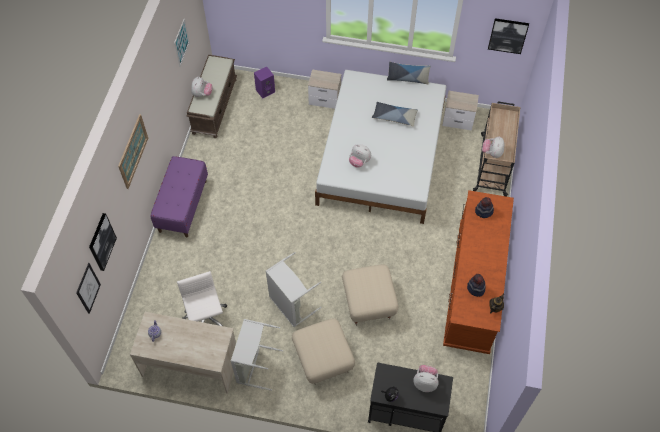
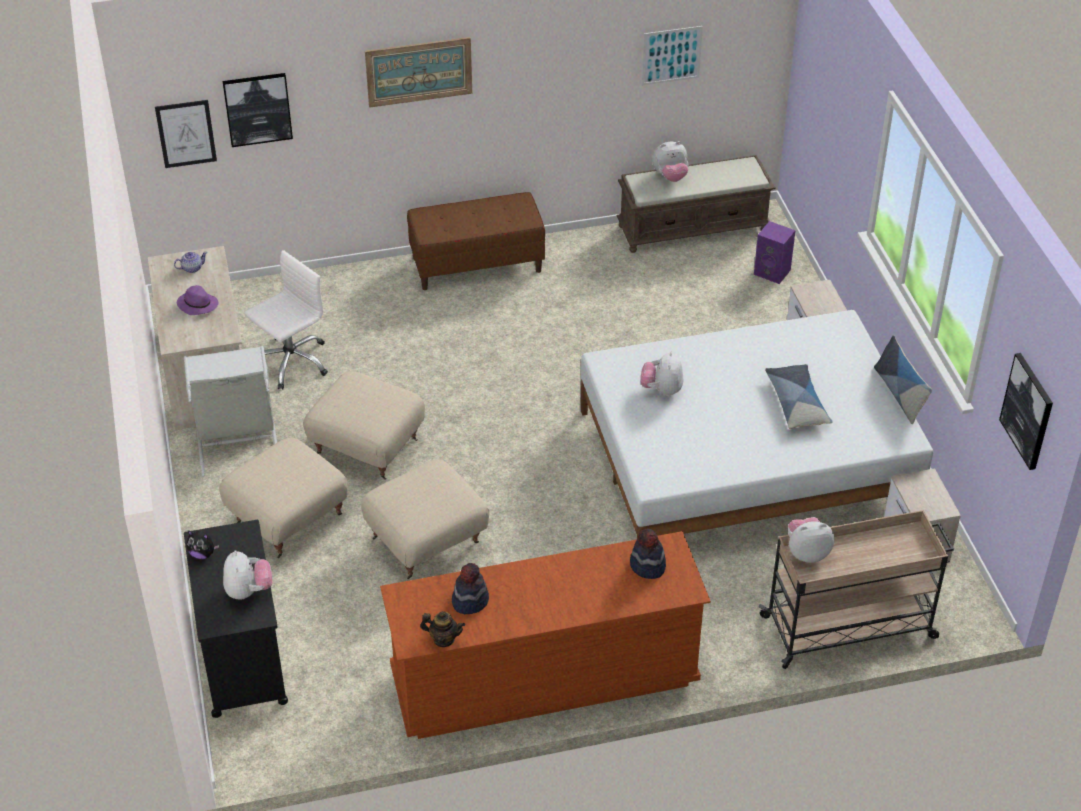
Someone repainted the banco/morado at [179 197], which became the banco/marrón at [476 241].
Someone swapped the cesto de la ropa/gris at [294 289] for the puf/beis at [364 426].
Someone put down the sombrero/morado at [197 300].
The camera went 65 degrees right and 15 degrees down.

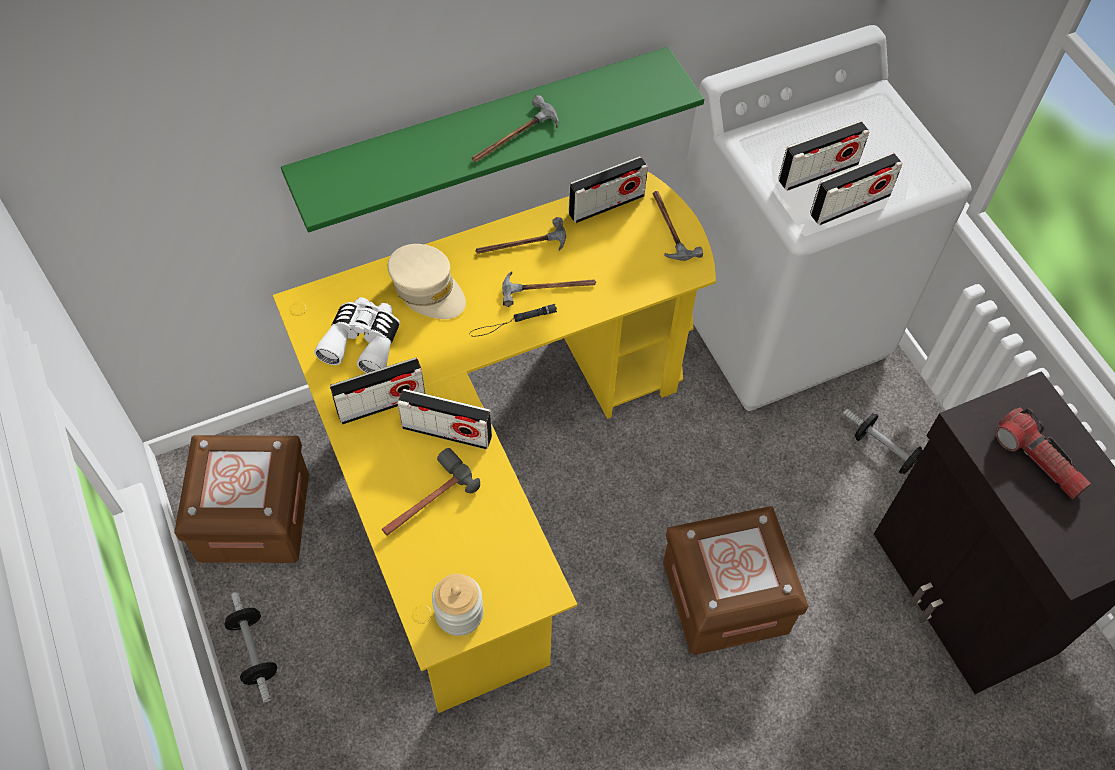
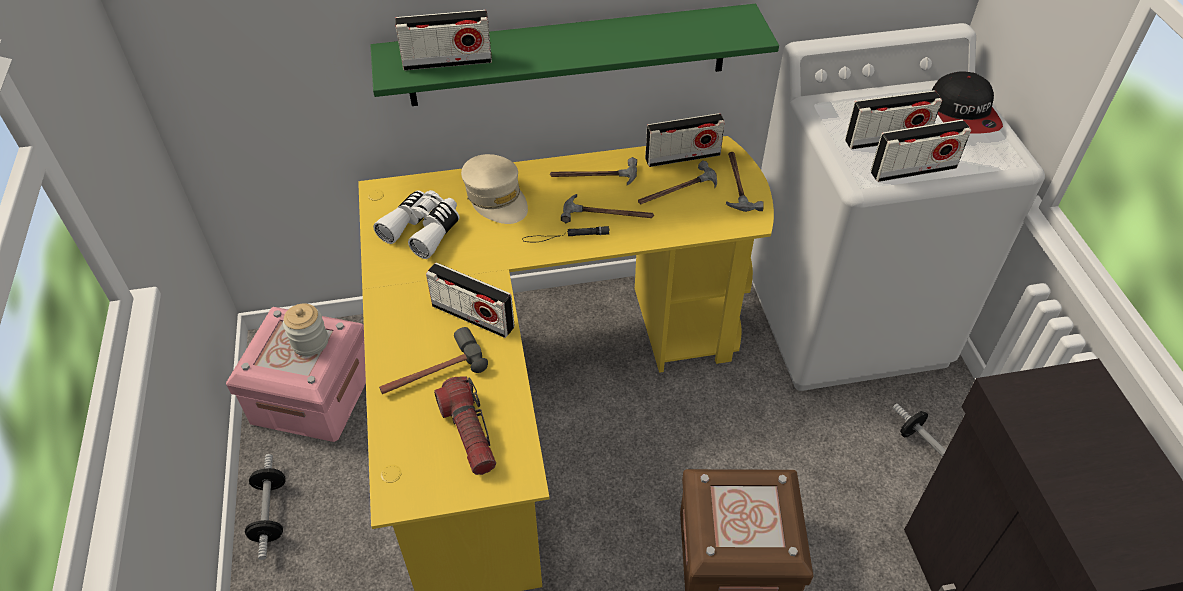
Someone repainted the caja de almacenaje/marrón at [241 499], which became the caja de almacenaje/rosa at [296 374].
Someone carried the radio from [377 391] to [443 40].
Someone carried the tarro from [458 605] to [305 330].
Someone carried the martillo from [515 128] to [677 182].
Someone carried the linterna from [1043 453] to [465 426].
Someone put down the gorra at [967 102].
The camera went 15 degrees right and 10 degrees down.

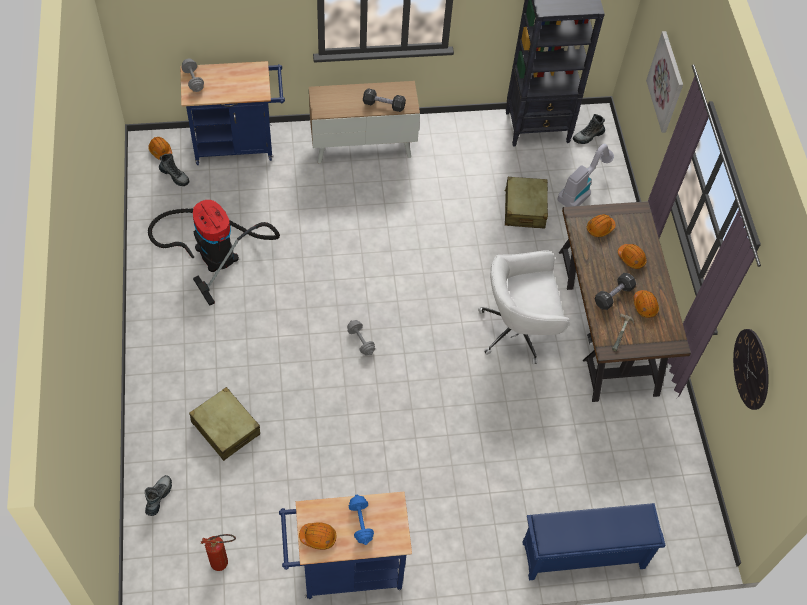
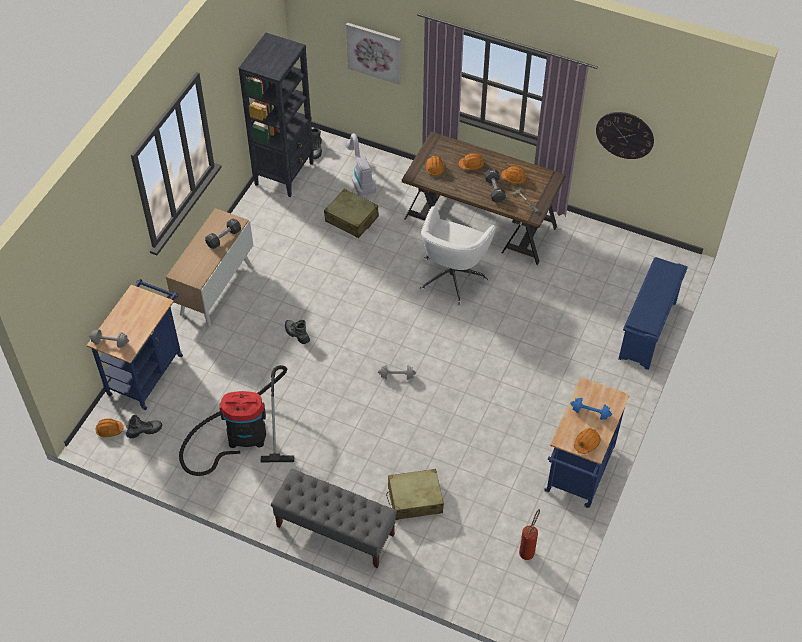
Someone carried the bota from [158 495] to [297 332].
Someone put down the banco/gris at [334 518].
The camera went 55 degrees left and 5 degrees down.

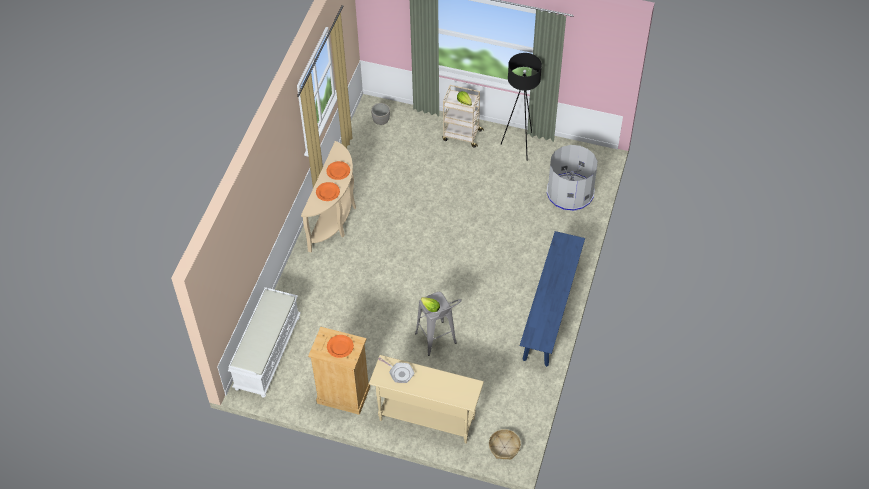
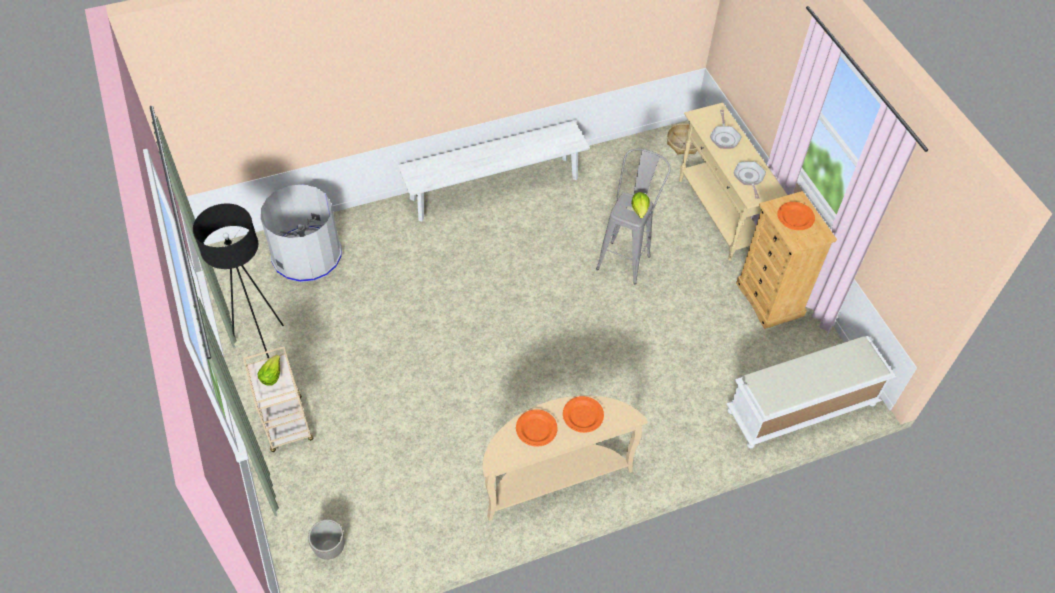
Someone repainted the banco/azul at [552 299], which became the banco/blanco at [494 170].
Someone put down the sartén at [726 129].
The camera went 130 degrees left and 0 degrees up.

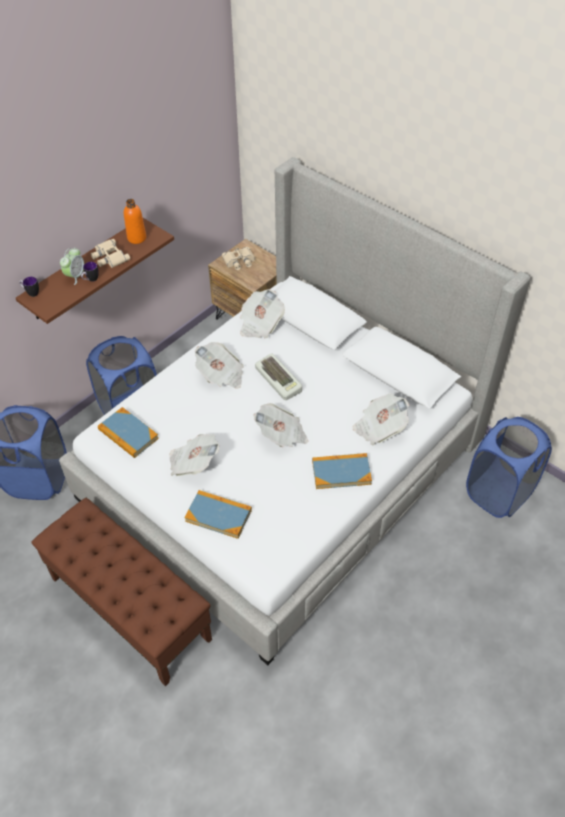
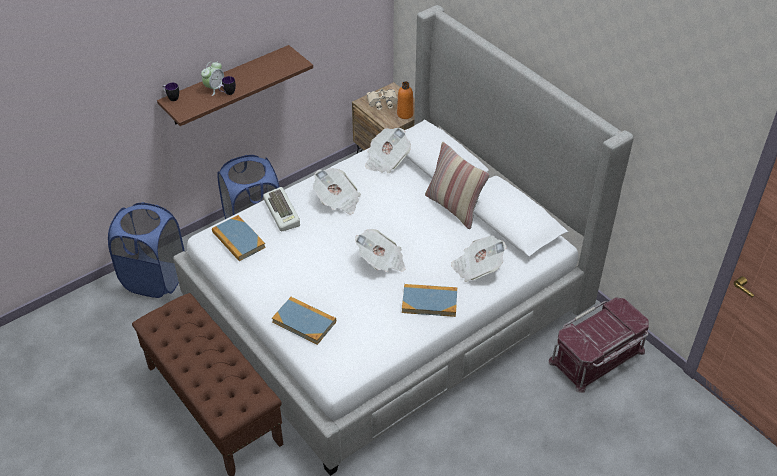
Someone took away the prismáticos/beis at [110 253].
Someone carried the botella/naranja from [135 221] to [405 100].
Someone took away the periódico at [194 455].
Someone carried the teclado from [278 376] to [281 209].
Someone swapped the cesto de la ropa/azul at [509 467] for the caja de almacenaje/rojo at [599 345].
Someone put down the cojín at [457 185].
The camera went 10 degrees right and 5 degrees down.

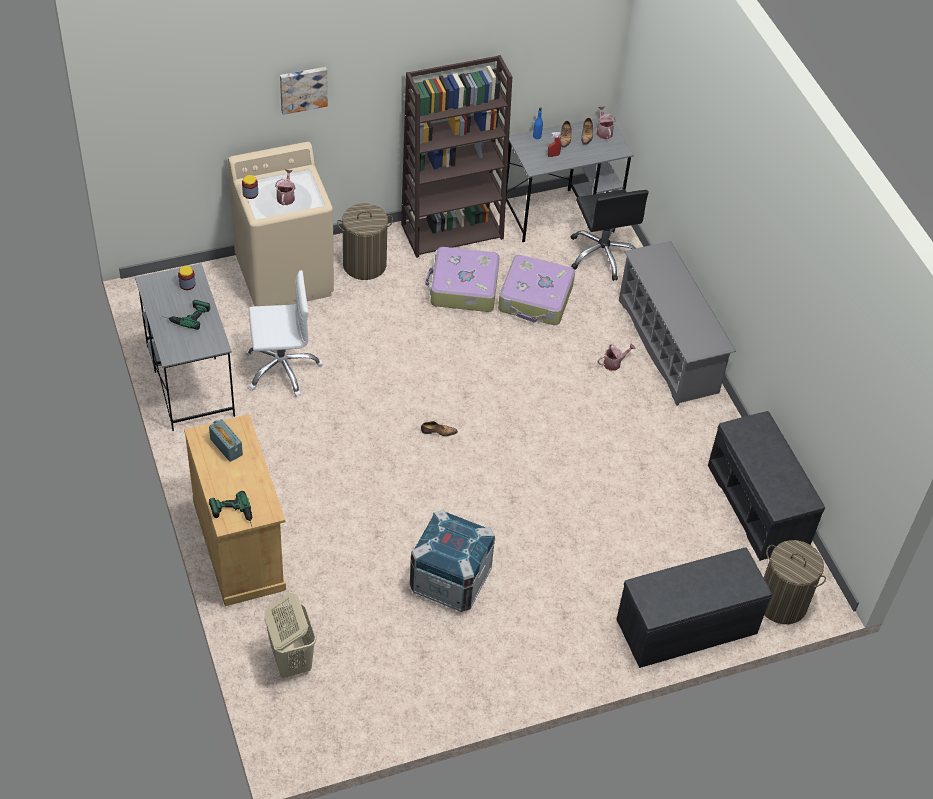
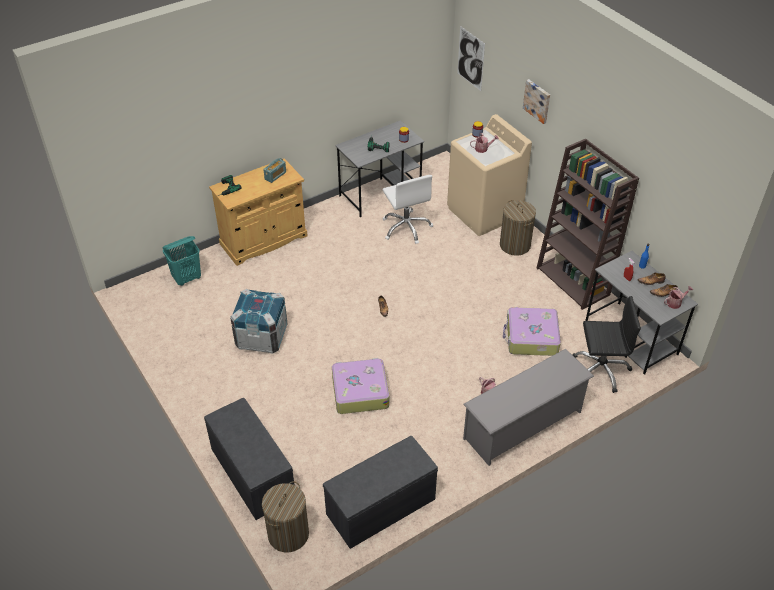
Someone repainted the cesto de la ropa/beis at [290 635], which became the cesto de la ropa/turquesa at [181 261].
Someone carried the maleta from [462 279] to [360 386].
Someone rotated the silla de oficina/negro at [610 235] by 150 degrees counterclockwise.
Someone put up the cuadro at [471 58].
The camera went 80 degrees right and 5 degrees down.

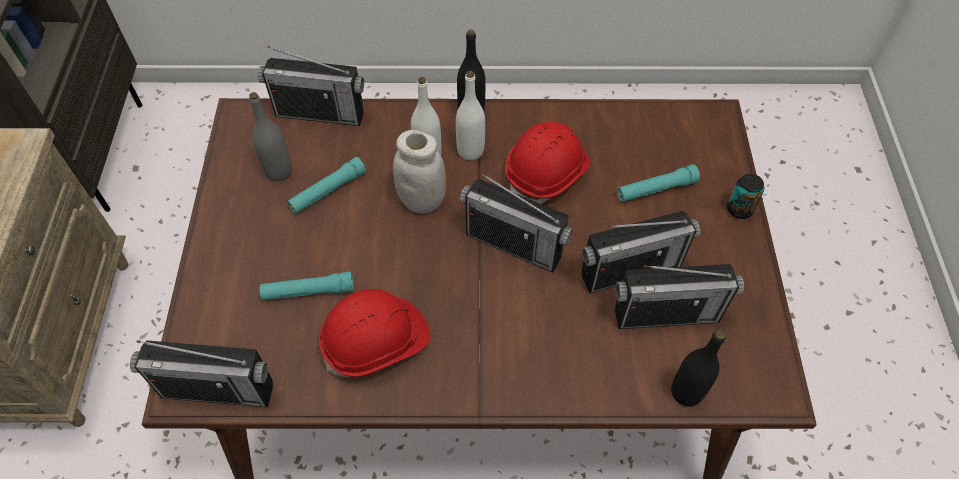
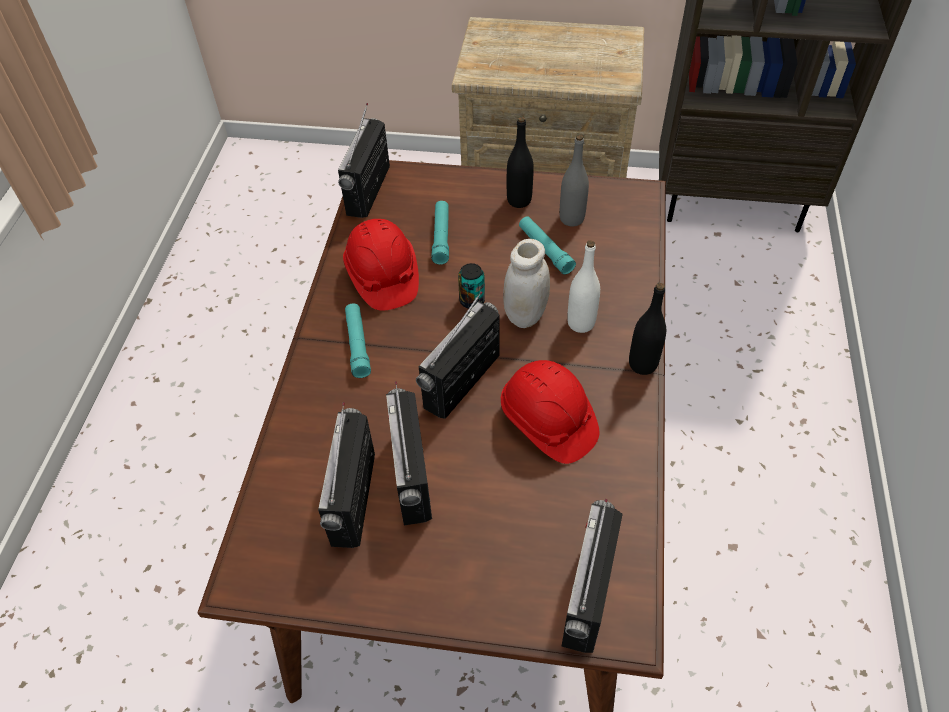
Someone carried the radio from [311 86] to [591 576].
Someone took away the botella/blanco at [470 115].
Someone carried the linterna/turquesa from [658 183] to [358 340].
Someone carried the botella/negro from [698 368] to [520 162].
Someone carried the lata from [745 196] to [471 286].
The camera went 100 degrees right and 5 degrees down.

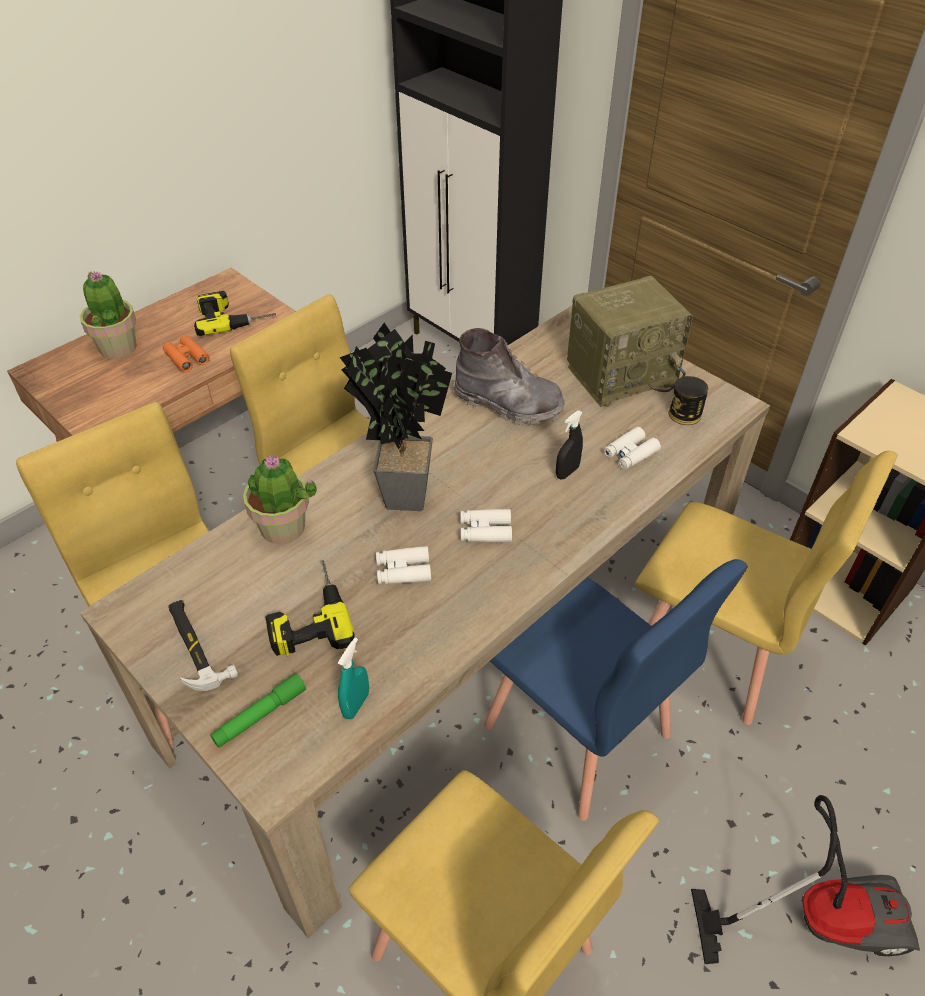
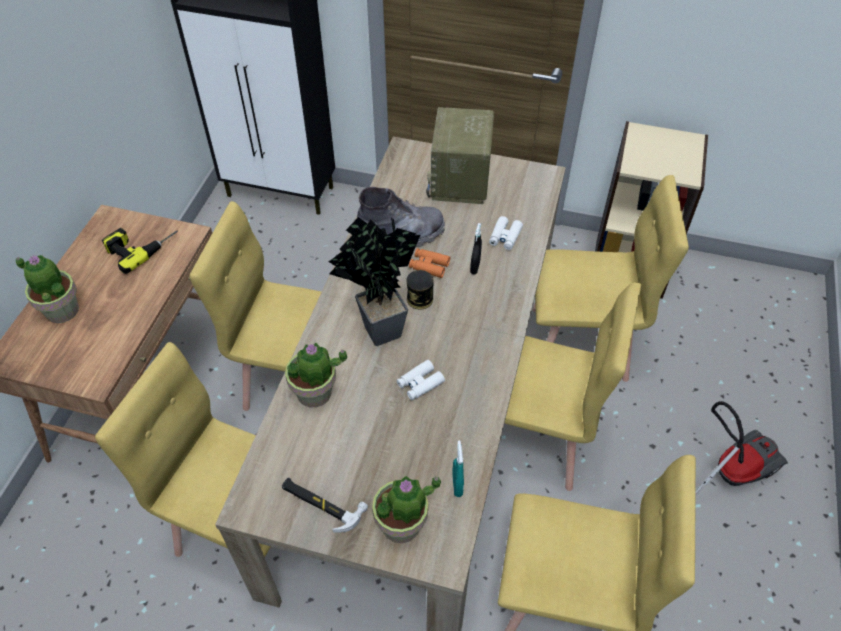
Someone carried the prismáticos/naranja from [186 354] to [429 263].
Someone swapped the linterna/verde at [258 710] for the planta en maceta at [406 509].
Someone took away the taladro at [310 608].
Someone took away the prismáticos/blanco at [486 525].
Someone repainted the silla/azul at [615 690], which became the silla/amarillo at [573 386].
Someone rotated the radio at [630 341] by 150 degrees clockwise.
Someone carried the lata from [688 400] to [419 289].
The camera went 30 degrees left and 5 degrees up.

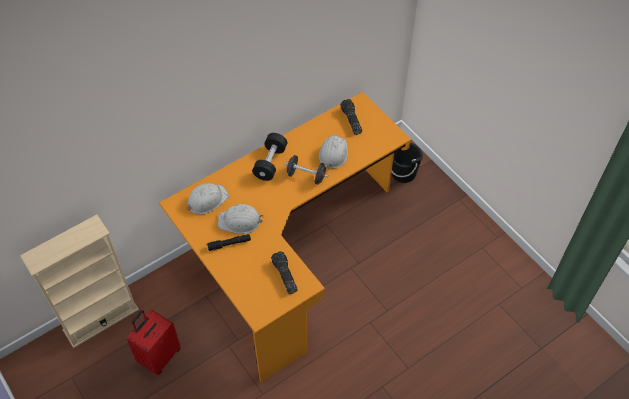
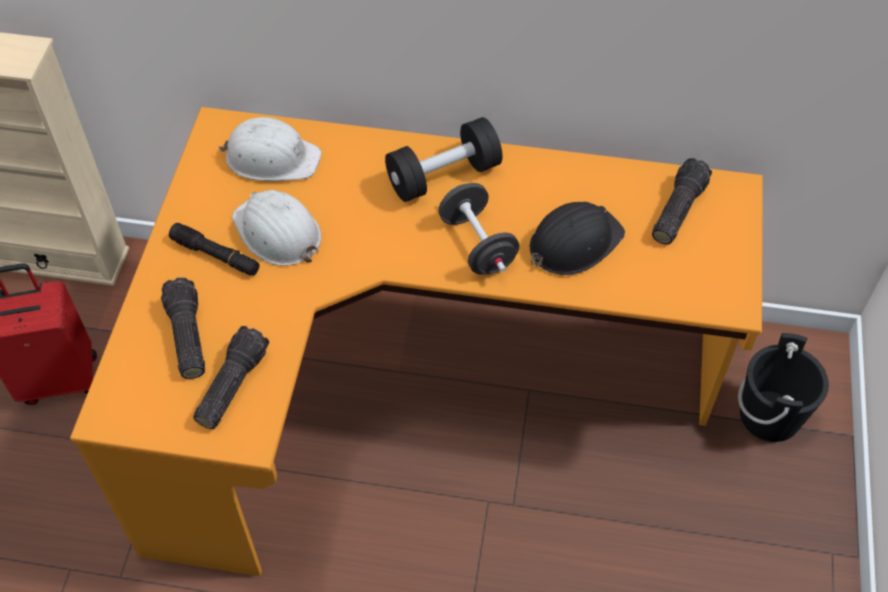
Someone repainted the casco/blanco at [333 152], which became the casco/negro at [577 238].
Someone put down the linterna at [183 328].
The camera went 45 degrees right and 0 degrees up.

